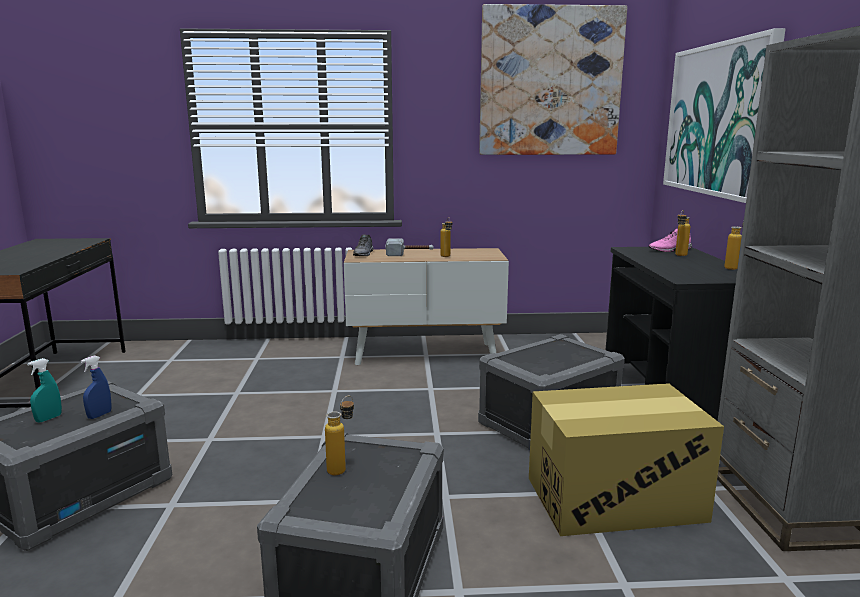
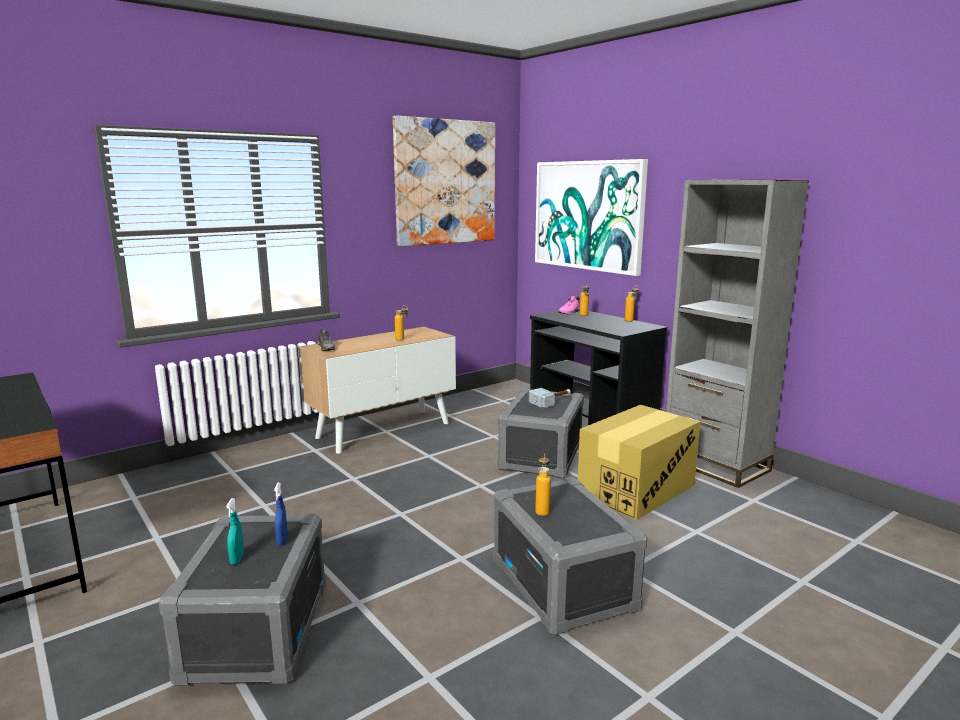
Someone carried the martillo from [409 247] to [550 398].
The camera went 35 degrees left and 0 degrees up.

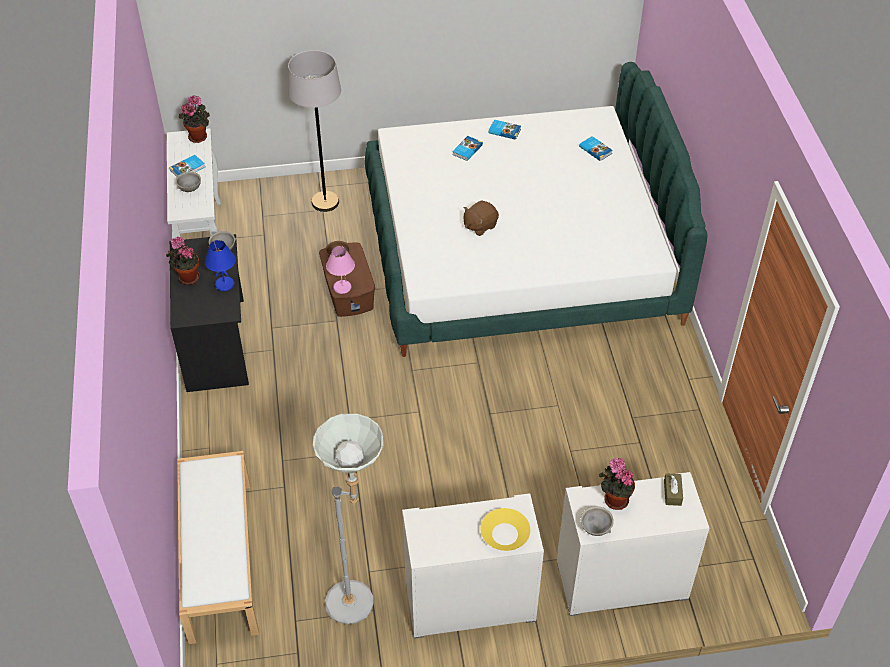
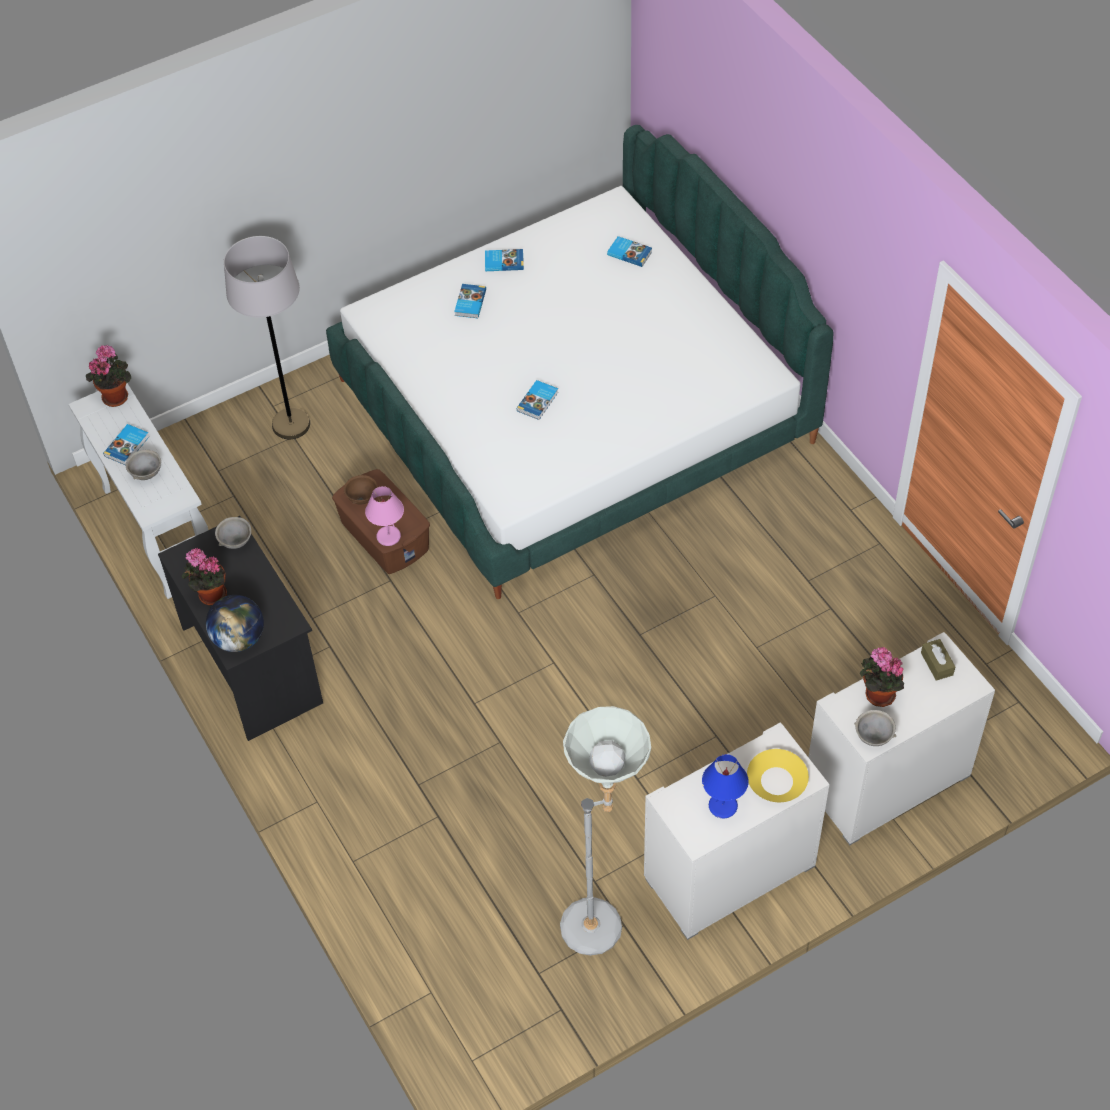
Someone took away the banco/blanco at [218 547].
Someone carried the lámpara de mesa/azul from [220 265] to [725 786].
Someone swapped the peluche/marrón at [481 218] for the libro at [537 400].
Someone put down the globo terráqueo at [235 623].
The camera went 20 degrees left and 5 degrees up.

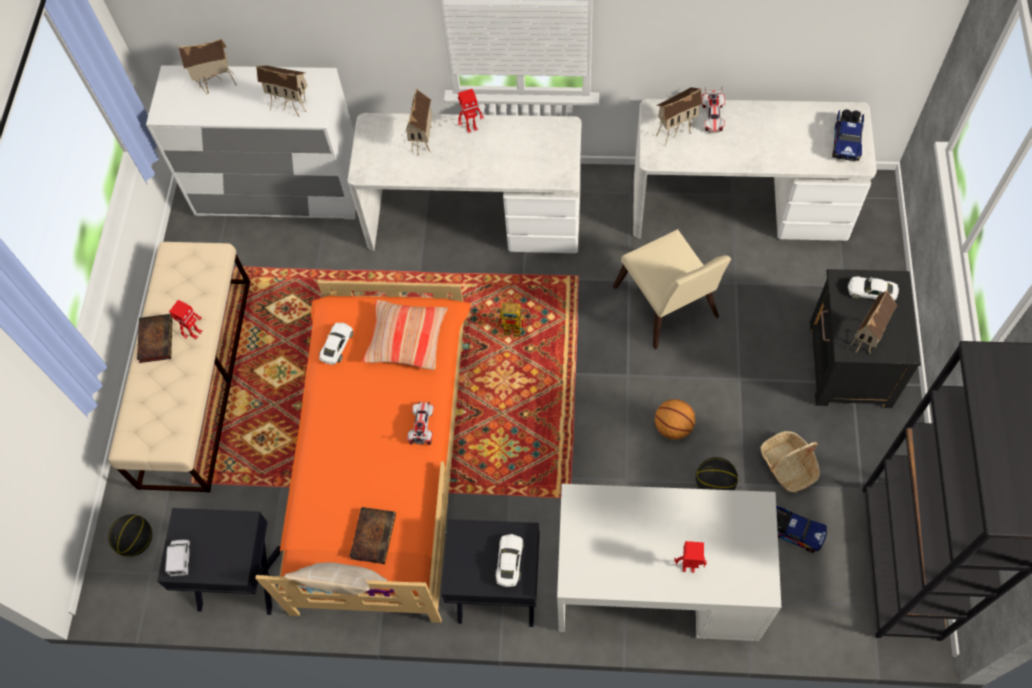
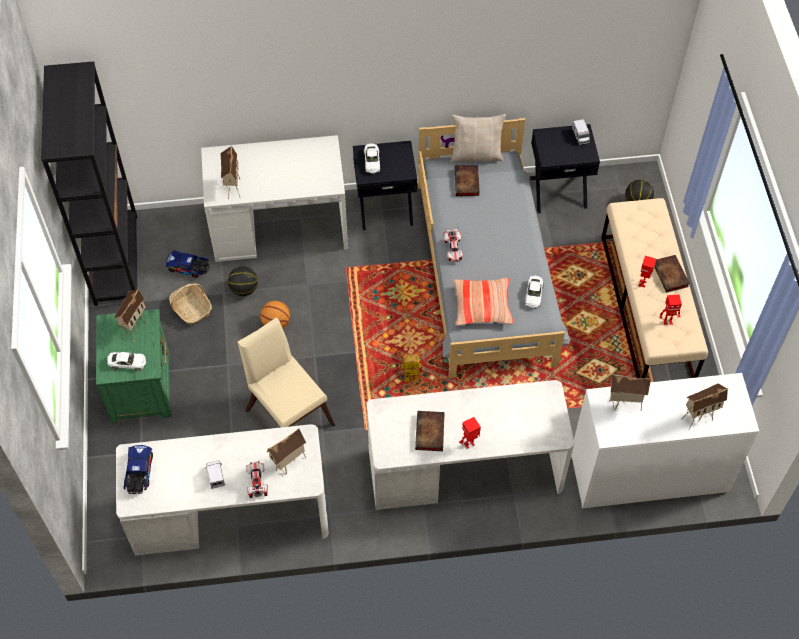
Someone repainted the cama/naranja at [363 451], which became the cama/gris at [494 248].
Someone carried the casita from [418 122] to [230 172].
Someone carried the robot de juguete from [690 557] to [670 309].
Someone repainted the mesita de noche/negro at [865 338], which became the mesita de noche/verde at [133 366].
Someone put down the camión de juguete at [215 475].
Someone put down the libro at [430 431].
The camera went 165 degrees right and 5 degrees down.

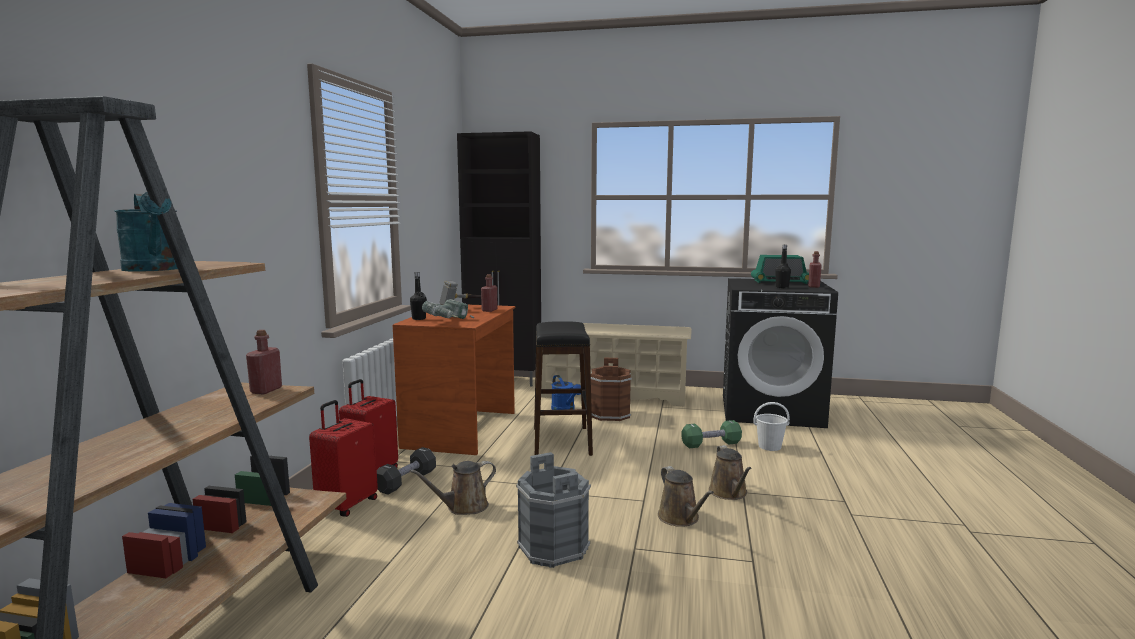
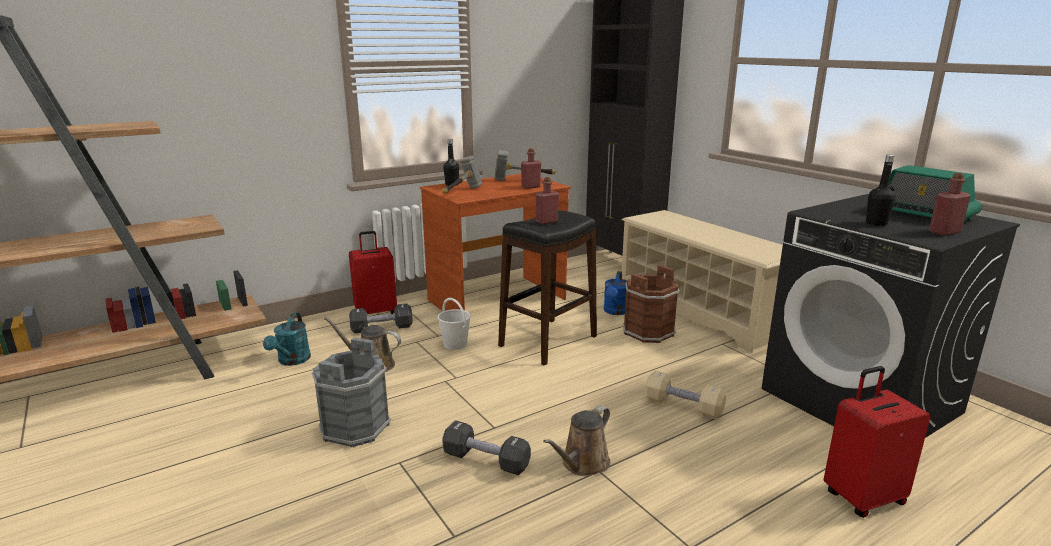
Someone carried the regadera/turquesa from [146 232] to [287 339].
Someone carried the botella/rojo from [264 362] to [547 200].
Someone carried the maleta/rojo from [343 458] to [877 442].
Someone swapped the taladro at [448 309] for the martillo at [462 175].
Someone swapped the regadera/marrón at [686 496] for the mancuerna/negro at [486 447].
Someone repainted the mancuerna/verde at [711 434], which became the mancuerna/beis at [685 395].
Someone carried the cubo/blanco from [771 426] to [454 324].
The camera went 45 degrees right and 10 degrees up.

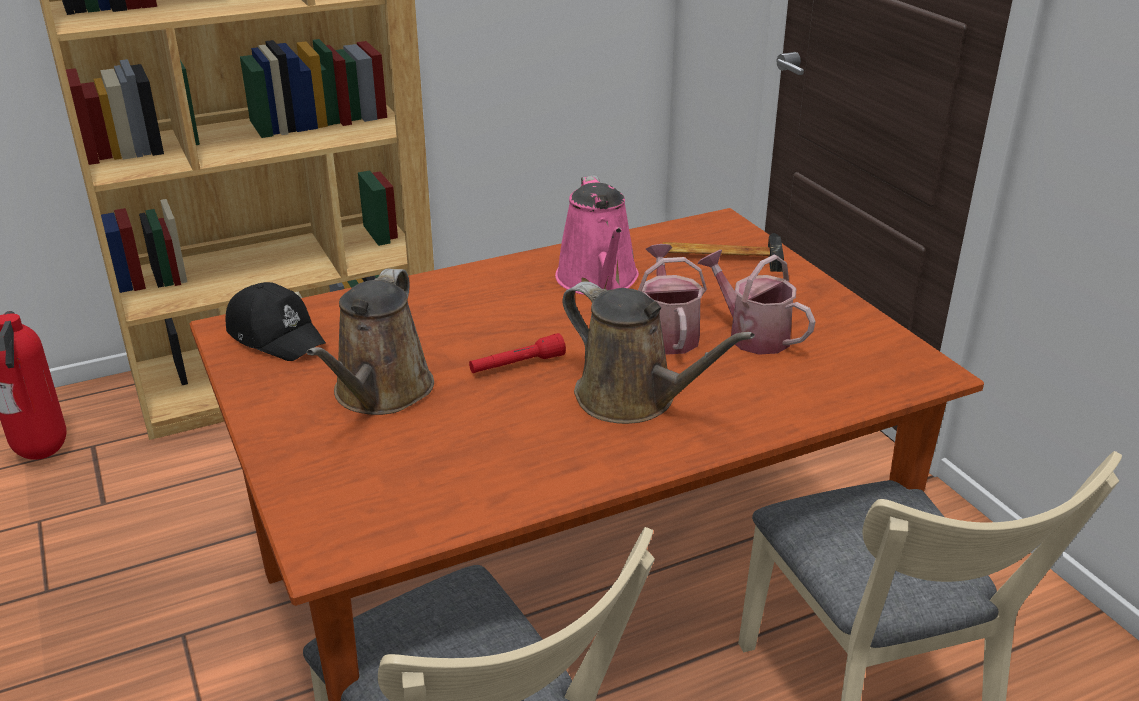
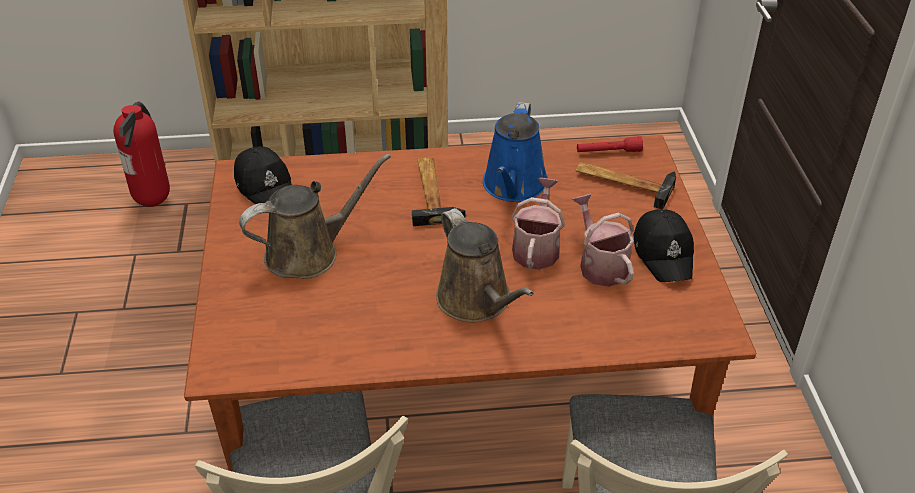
Someone rotated the regadera/marrón at [370 342] by 150 degrees counterclockwise.
Someone carried the linterna/rojo from [517 353] to [610 144].
Someone repainted the regadera/rosa at [597 235], which became the regadera/azul at [515 152].
Someone put down the martillo at [438 191].
Someone put down the gorra/negro at [664 245].
The camera went 20 degrees right and 10 degrees up.

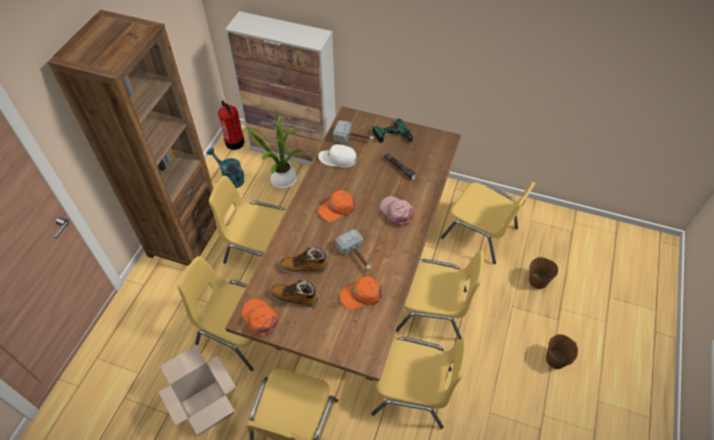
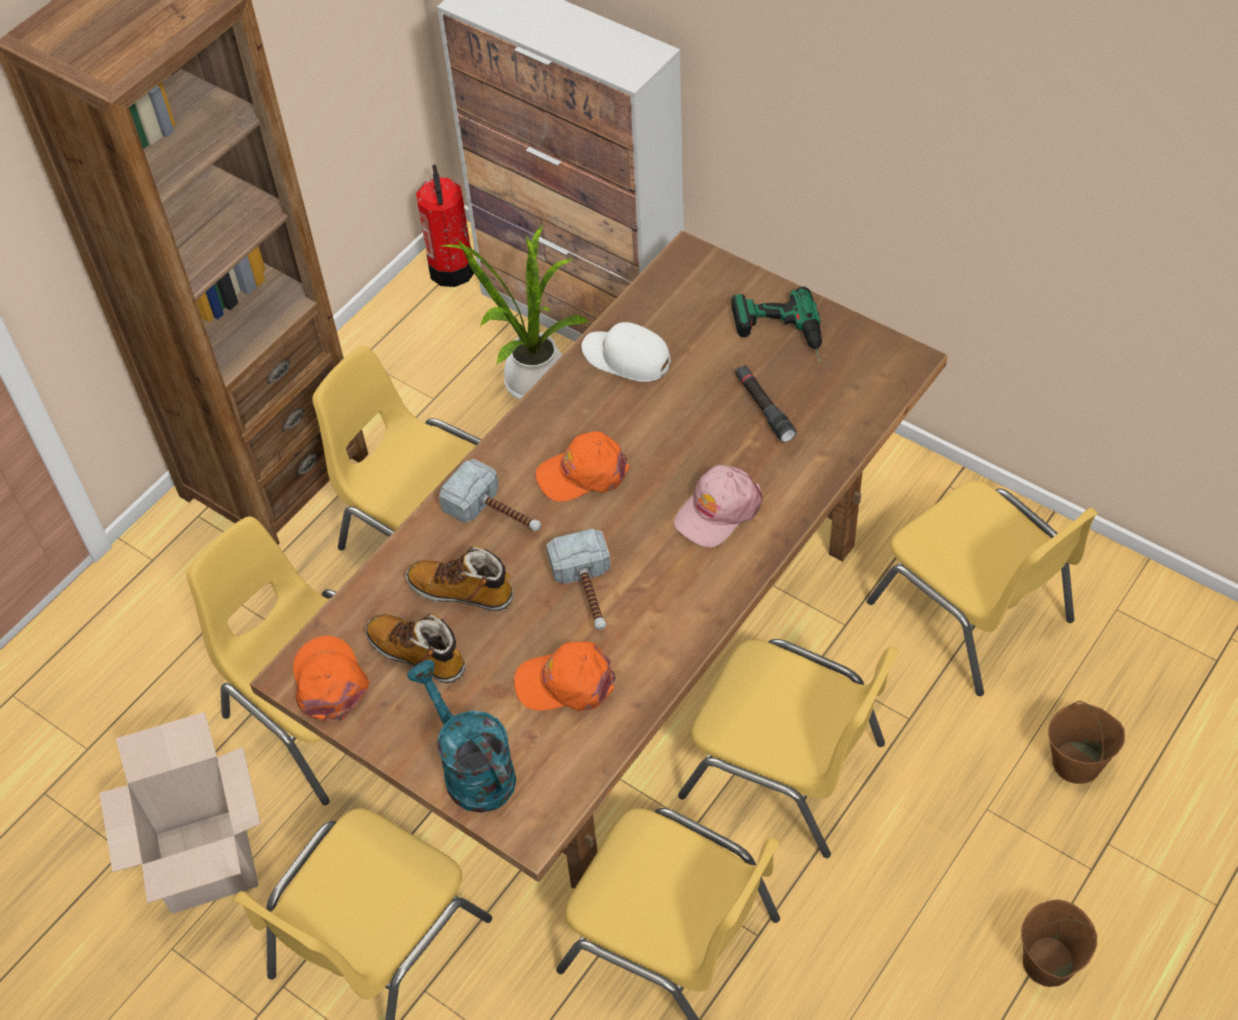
Someone carried the regadera/turquesa from [225 168] to [461 736].
Someone carried the martillo from [353 131] to [490 495].
Someone rotated the gorra/rosa at [397 211] by 120 degrees counterclockwise.
The camera went 20 degrees right and 0 degrees up.

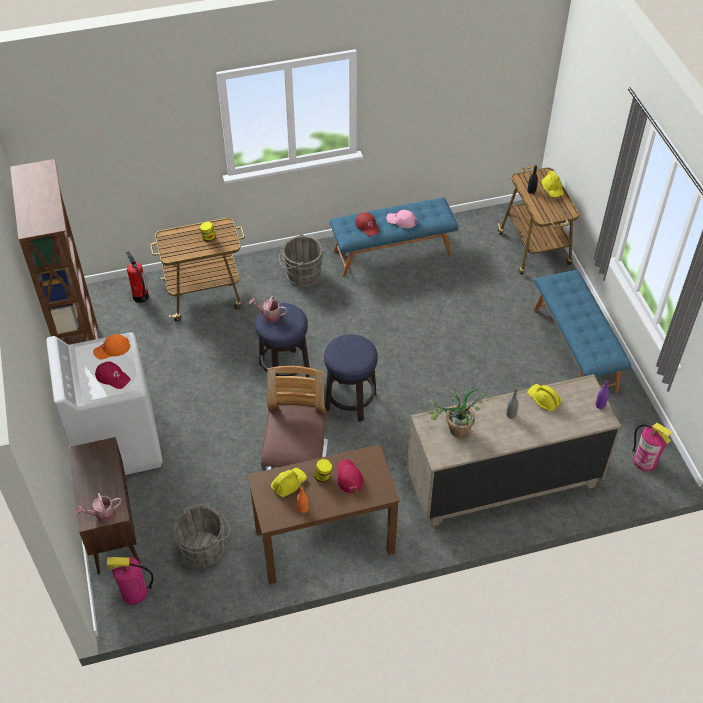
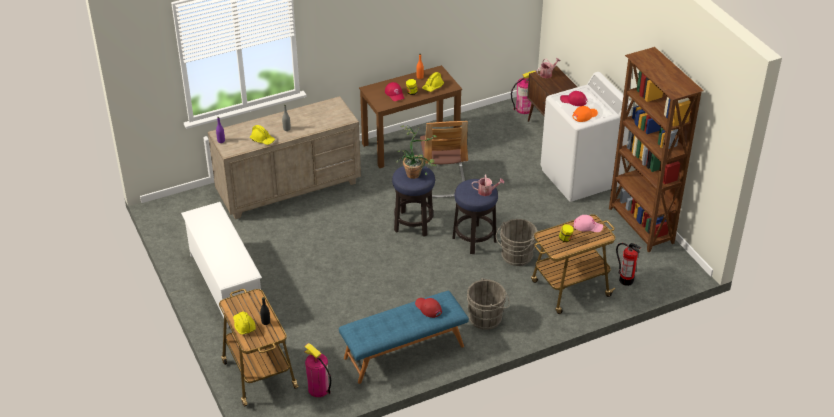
Someone carried the cubo/gris from [202 536] to [516 242].
Someone carried the gorra/rosa from [401 219] to [588 223].
Someone carried the planta en maceta from [458 412] to [416 152].
Someone swapped the banco/azul at [582 331] for the zapatero/blanco at [221 265].
Someone carried the extintor from [652 447] to [317 370].
The camera went 170 degrees right and 10 degrees down.

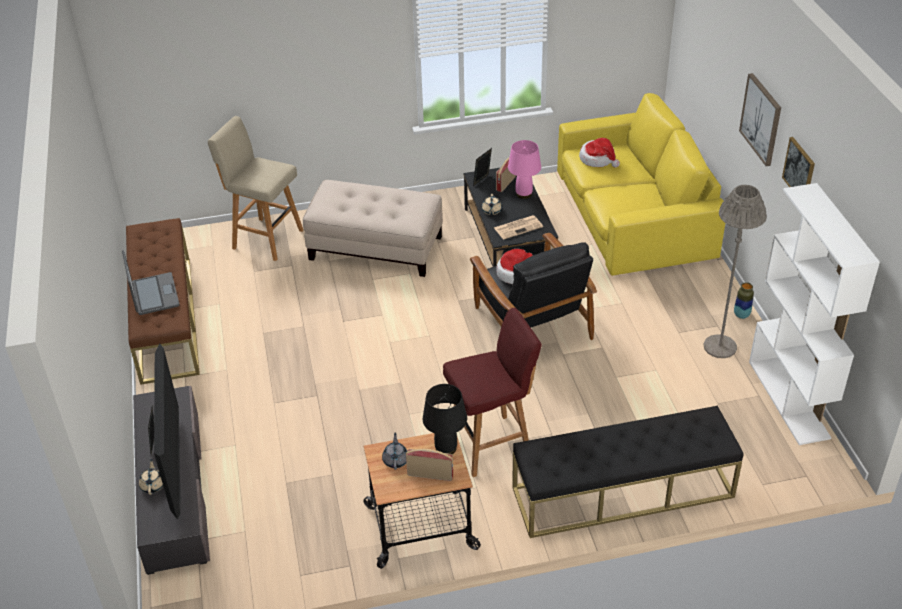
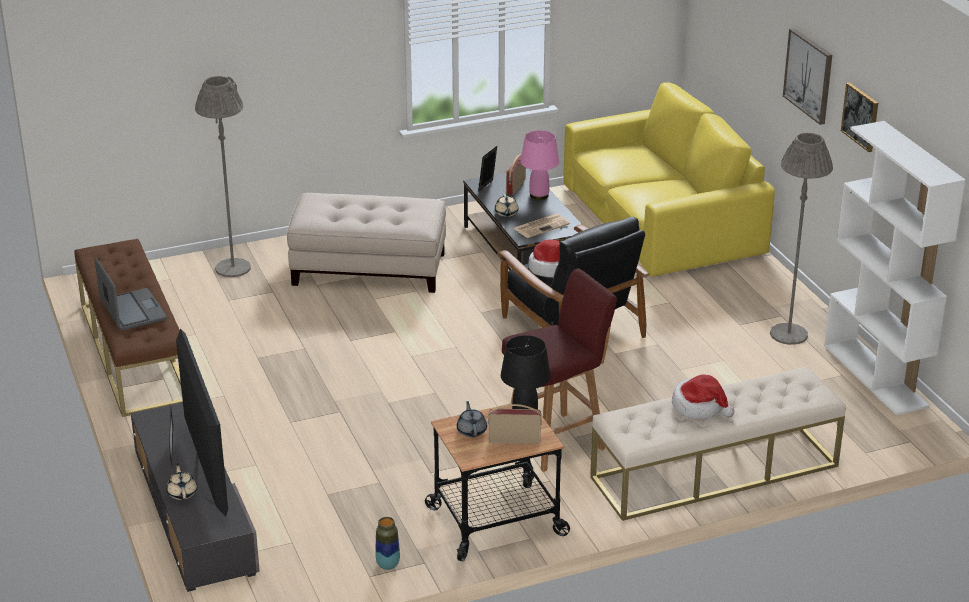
Someone swapped the taburete/beis at [255 188] for the lámpara de pie/gris at [223 176].
Someone repainted the banco/negro at [627 472], which became the banco/beis at [718 443].
Someone carried the sombrero from [599 153] to [703 396].
Someone carried the florero from [744 300] to [387 543].
The camera went 10 degrees left and 10 degrees down.

